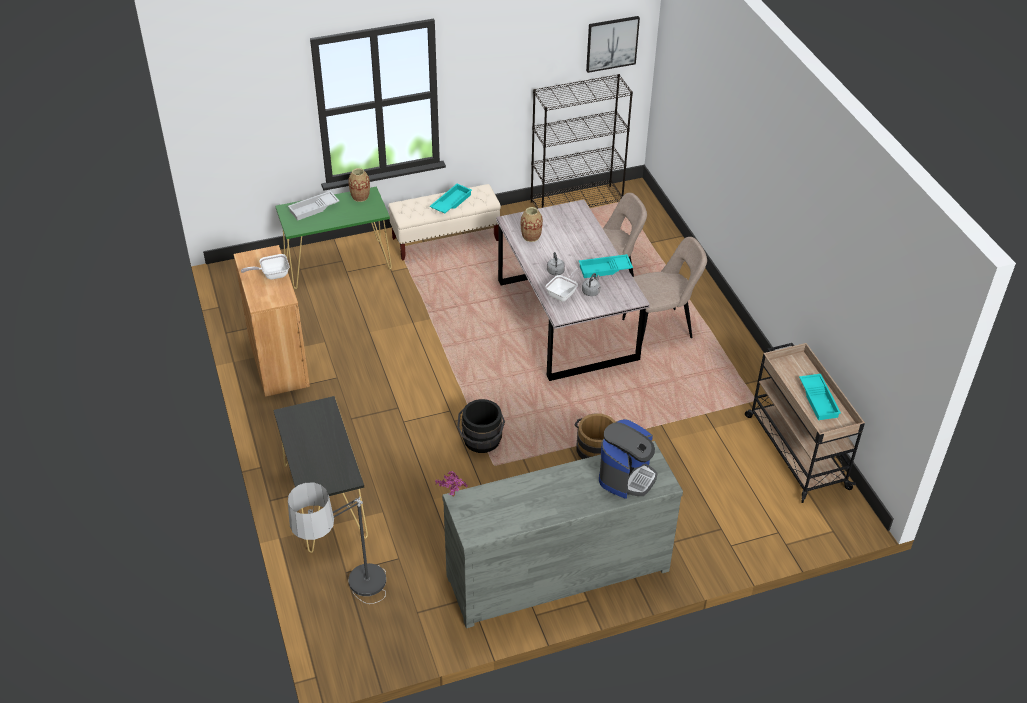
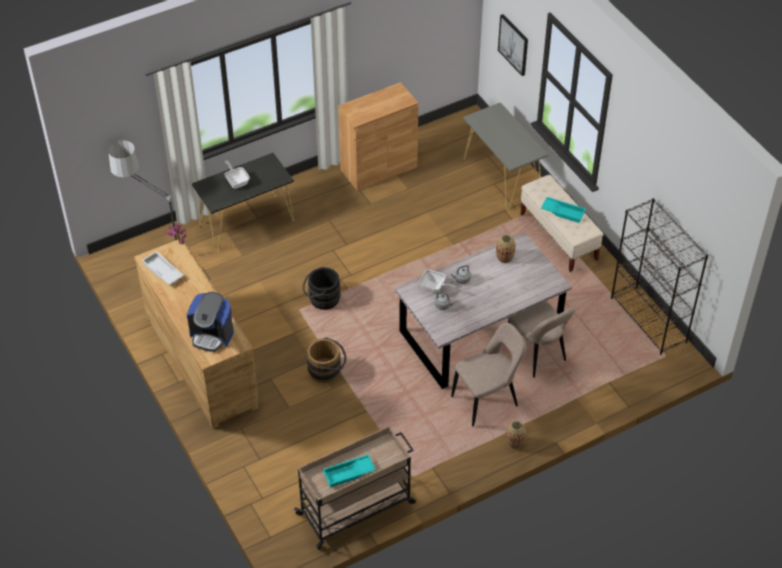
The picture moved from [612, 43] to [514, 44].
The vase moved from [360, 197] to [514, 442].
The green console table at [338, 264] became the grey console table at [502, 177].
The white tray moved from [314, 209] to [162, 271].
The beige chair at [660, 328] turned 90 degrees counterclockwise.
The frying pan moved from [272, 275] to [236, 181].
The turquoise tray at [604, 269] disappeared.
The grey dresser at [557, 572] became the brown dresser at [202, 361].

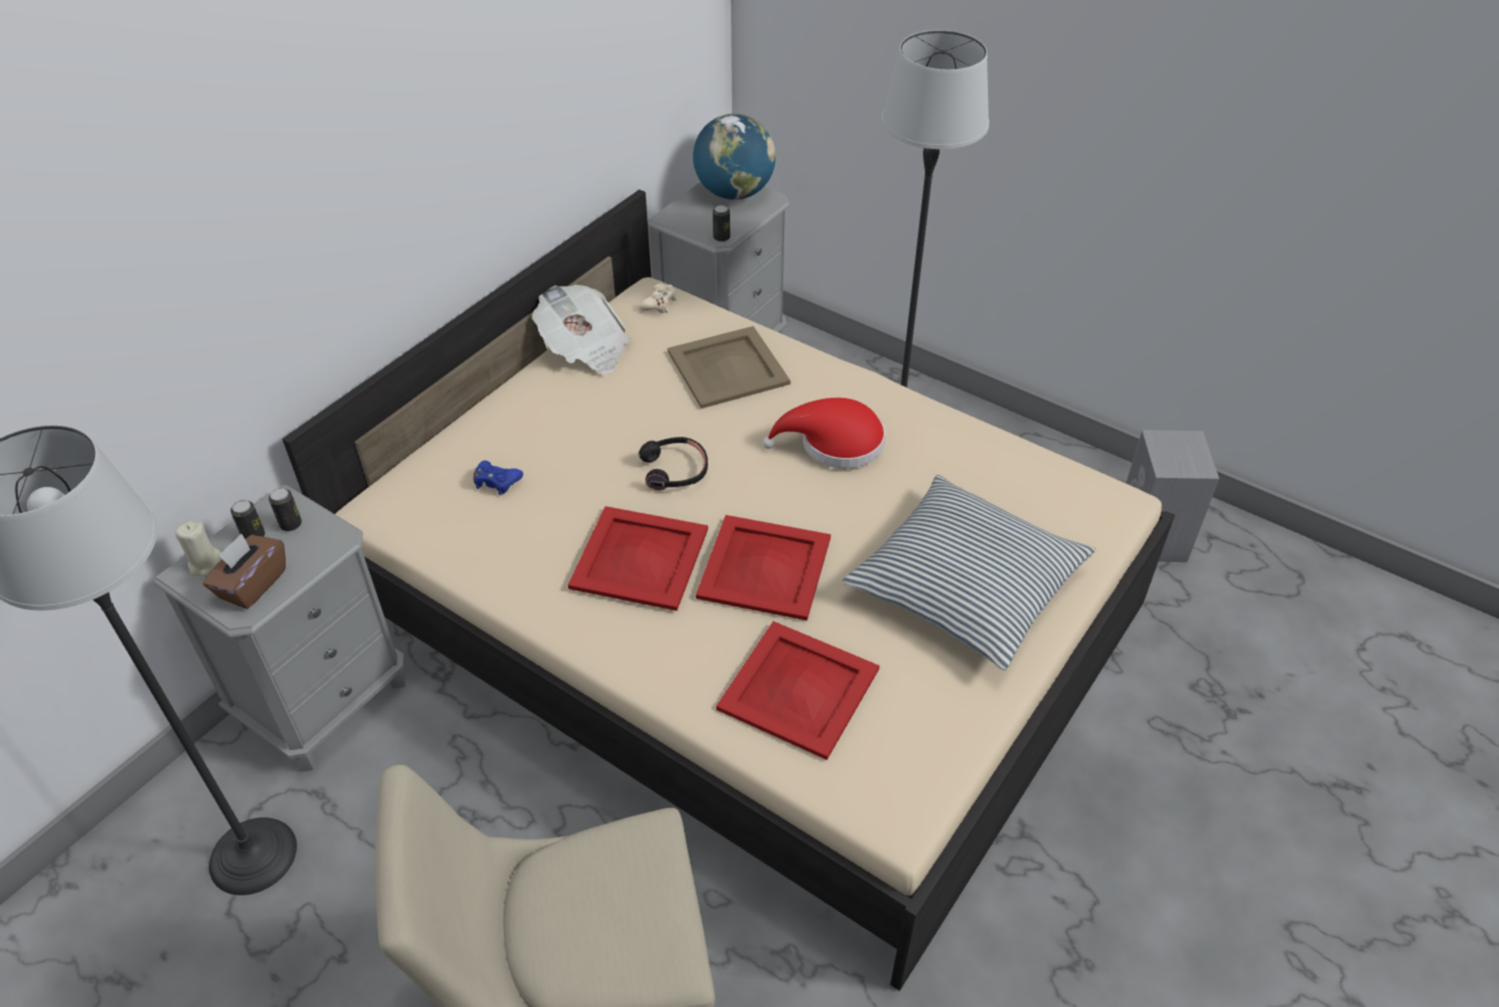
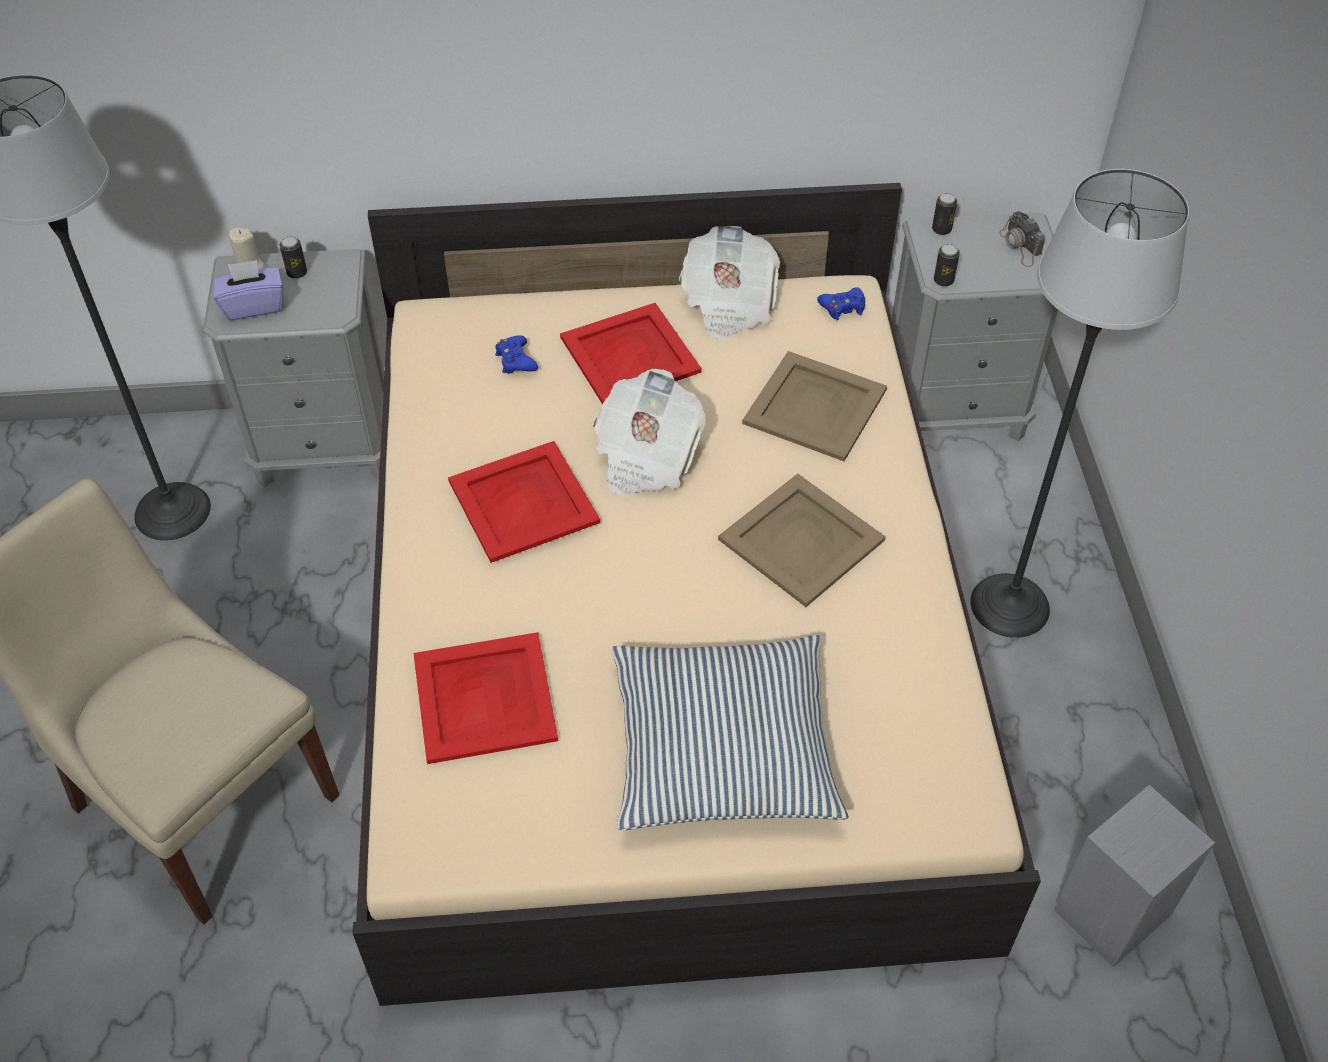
The globe at [734, 193] was replaced by the photo camera at [1020, 246].
The beige game controller at [659, 303] became the blue game controller at [843, 308].
The red hat at [834, 443] was replaced by the beige tray at [801, 541].
The black headphones at [675, 470] was replaced by the newspaper at [646, 456].
The can moved from [291, 524] to [941, 229].
The red tray moved from [765, 568] to [629, 355].
The brown tissue box at [252, 584] became the purple tissue box at [253, 306].

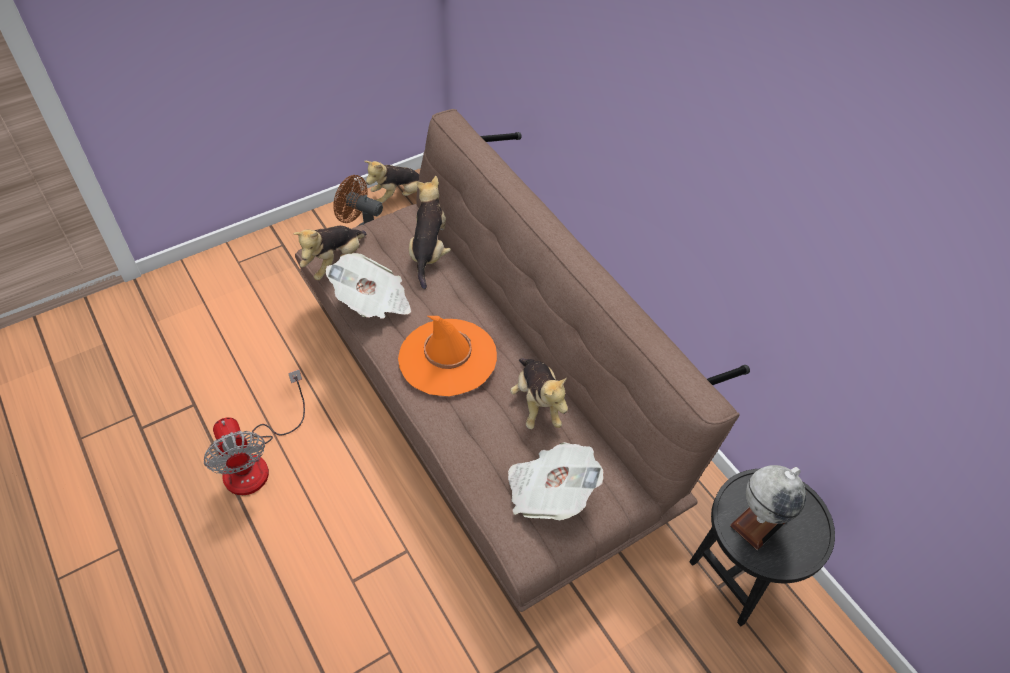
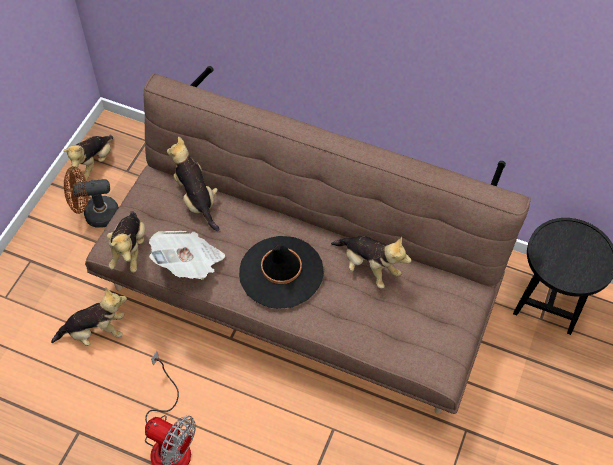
The orange hat at [447, 357] became the black hat at [281, 272].
The newspaper at [549, 492] disappeared.
The globe at [759, 522] disappeared.
The plush toy at [95, 332] appeared.

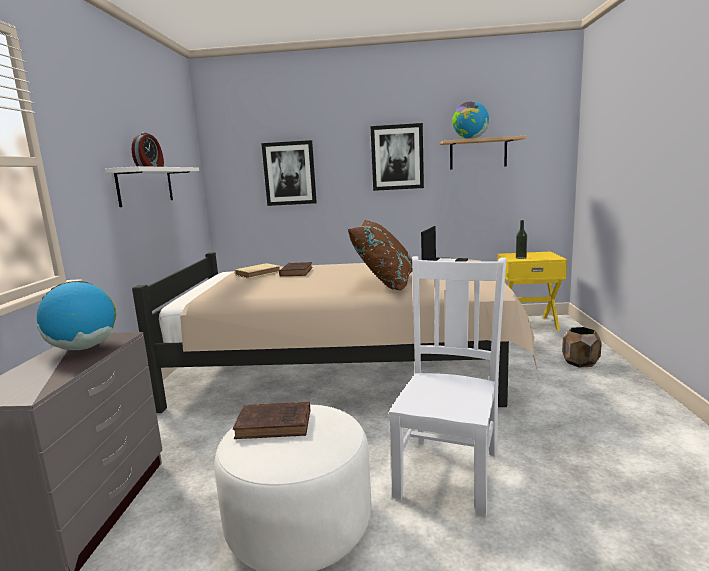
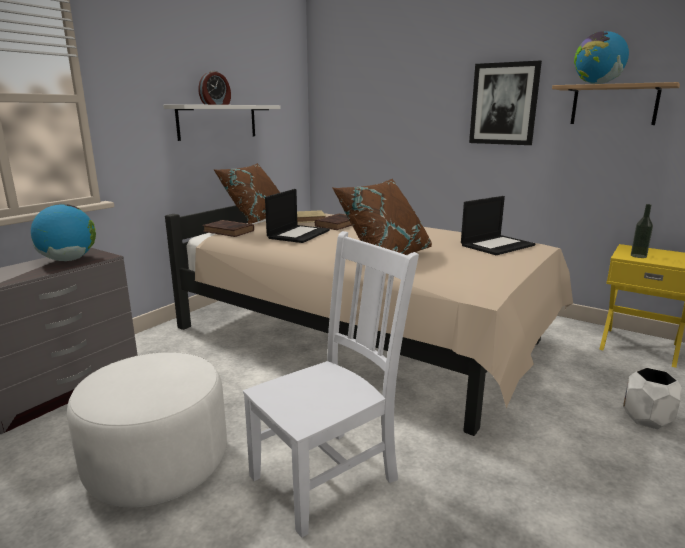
The picture at [289, 173] disappeared.
The brown planter at [580, 363] became the white planter at [646, 419].
The brown book moved from [276, 424] to [230, 231].
The brown pillow at [256, 219] appeared.
The laptop at [298, 234] appeared.

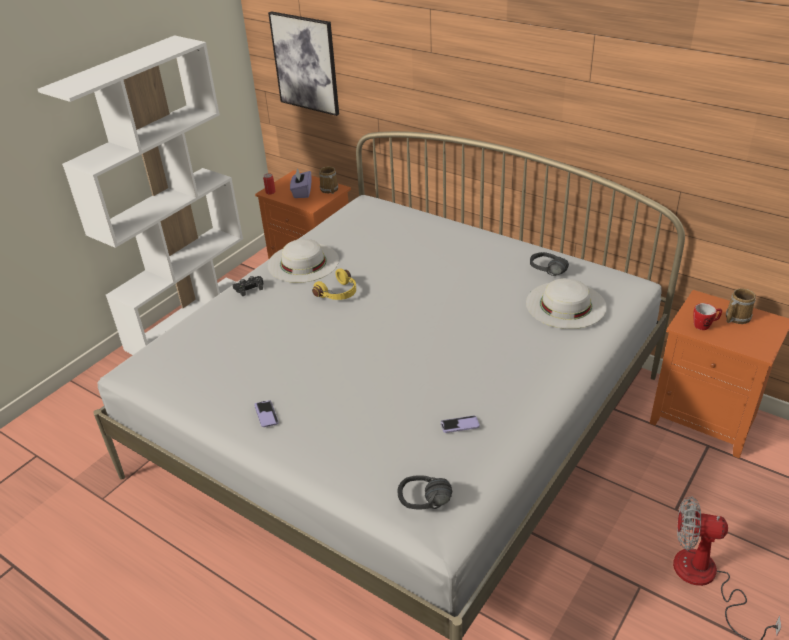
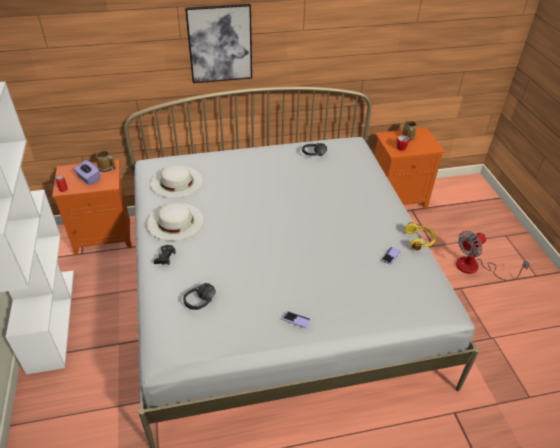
The picture moved from [305, 63] to [220, 44].
The yellow headphones moved from [339, 293] to [419, 240].
The white hat moved from [565, 304] to [176, 181].
The black headphones moved from [425, 506] to [204, 303].

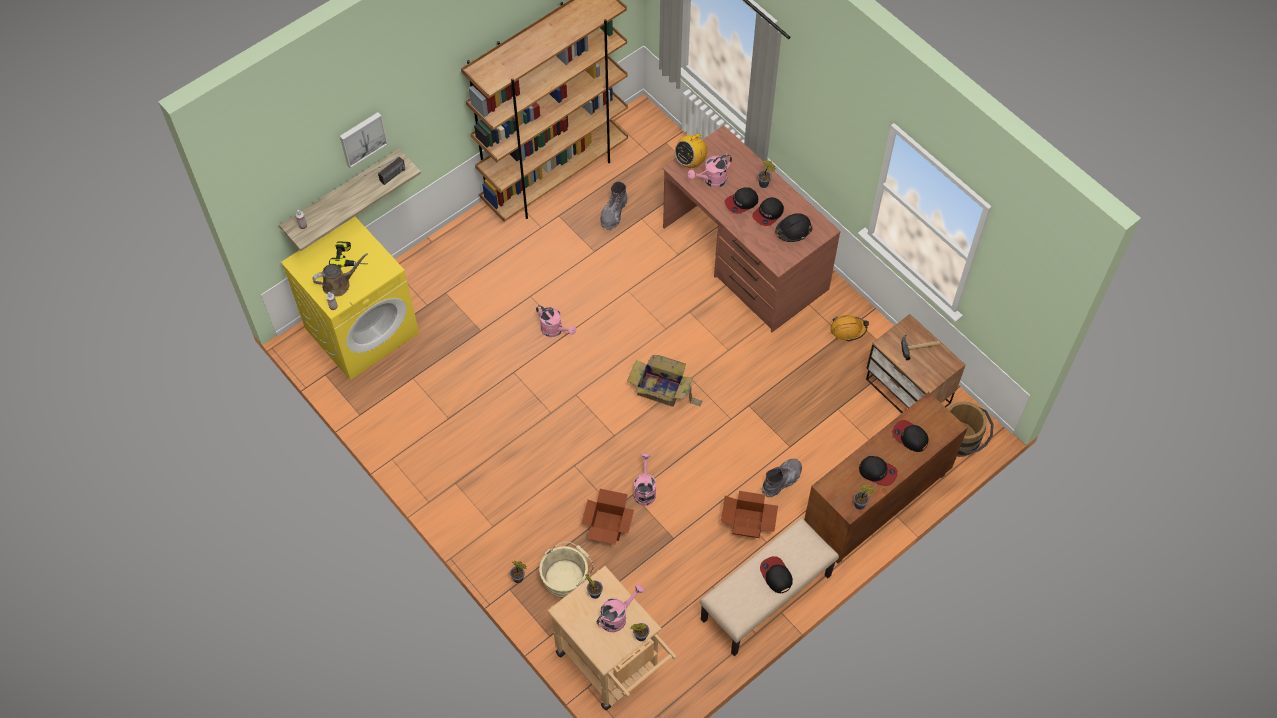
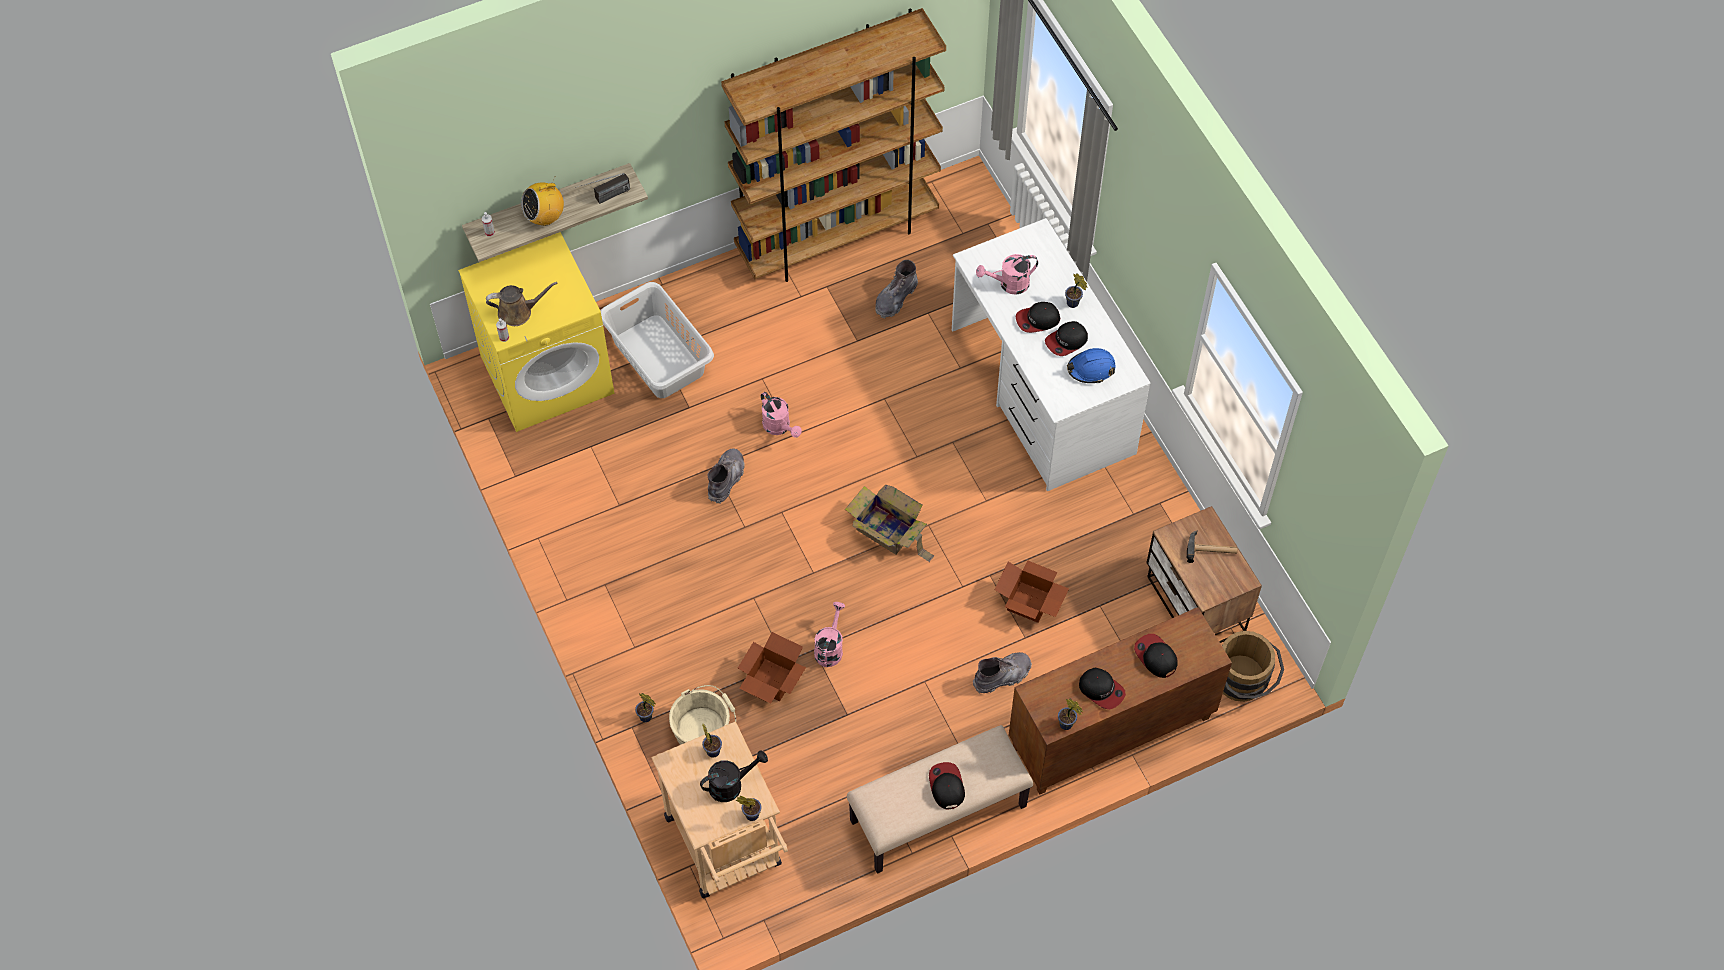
The picture at [362, 138] disappeared.
The brown desk at [744, 258] became the white desk at [1041, 391].
The radio moved from [690, 161] to [545, 217].
The black hard hat at [793, 230] became the blue hard hat at [1091, 369].
The power drill at [350, 257] disappeared.
The orange hard hat at [848, 329] disappeared.
The cardboard box moved from [748, 524] to [1030, 603].
The pink watering can at [617, 616] became the black watering can at [731, 784].
The grey laundry basket at [658, 357] appeared.
The grey boot at [726, 478] appeared.

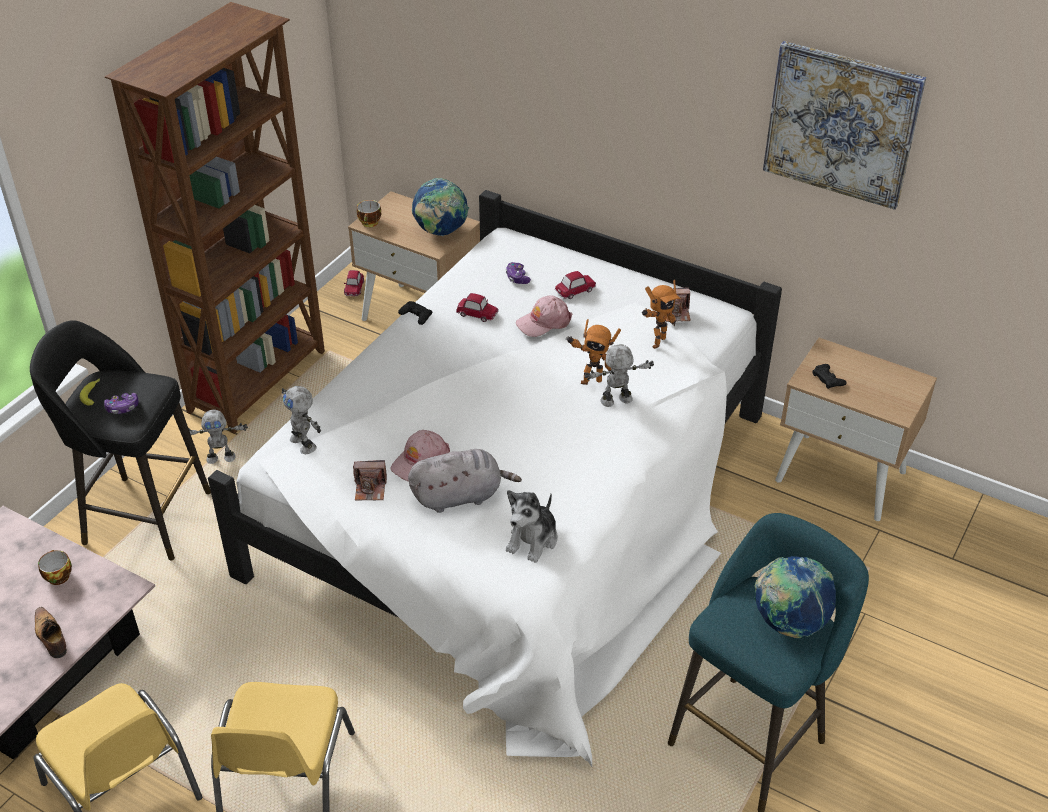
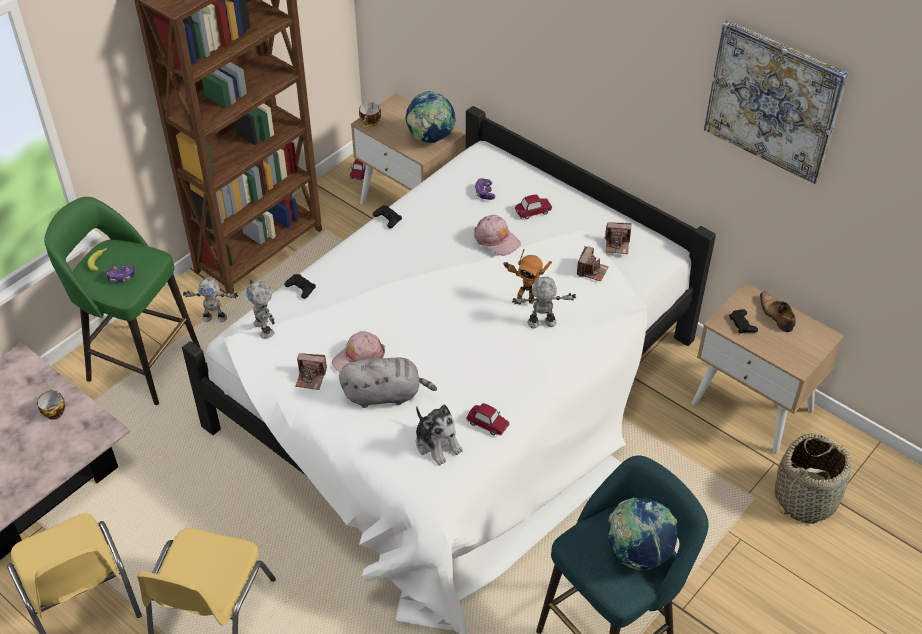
The toy robot at [656, 342] was replaced by the photo camera at [591, 270].
The toy car moved from [477, 313] to [487, 423].
The pink cap at [544, 322] turned 120 degrees counterclockwise.
The black stool at [143, 517] became the green stool at [141, 363].
The plush toy at [533, 540] turned 75 degrees counterclockwise.
The shoe moved from [51, 637] to [776, 315].
The black game controller at [300, 288] appeared.
The basket at [806, 497] appeared.

